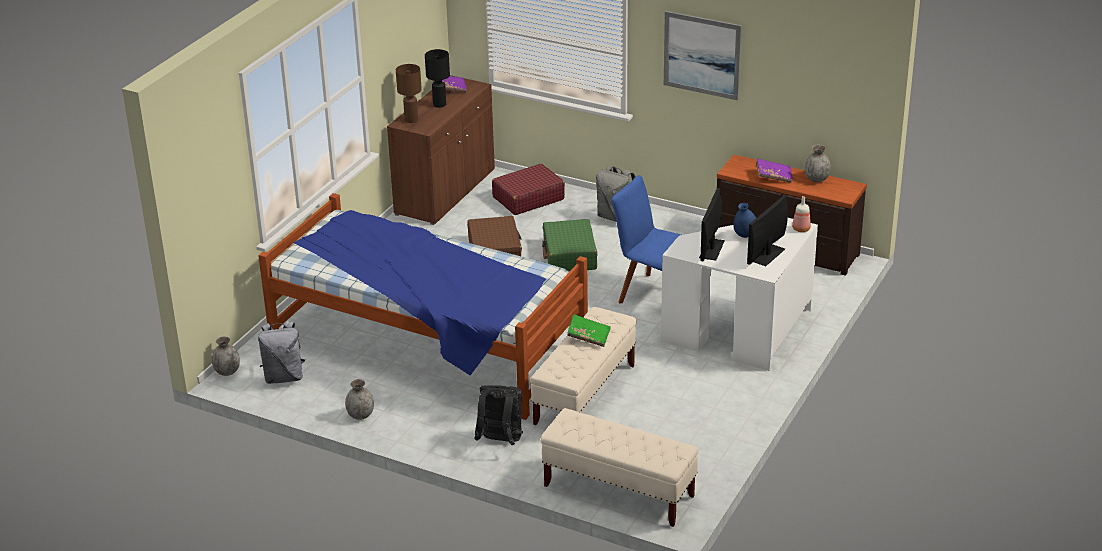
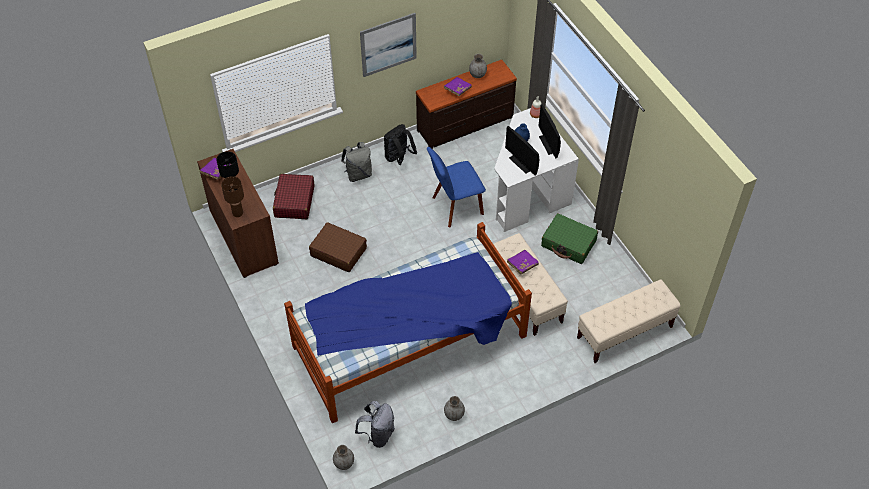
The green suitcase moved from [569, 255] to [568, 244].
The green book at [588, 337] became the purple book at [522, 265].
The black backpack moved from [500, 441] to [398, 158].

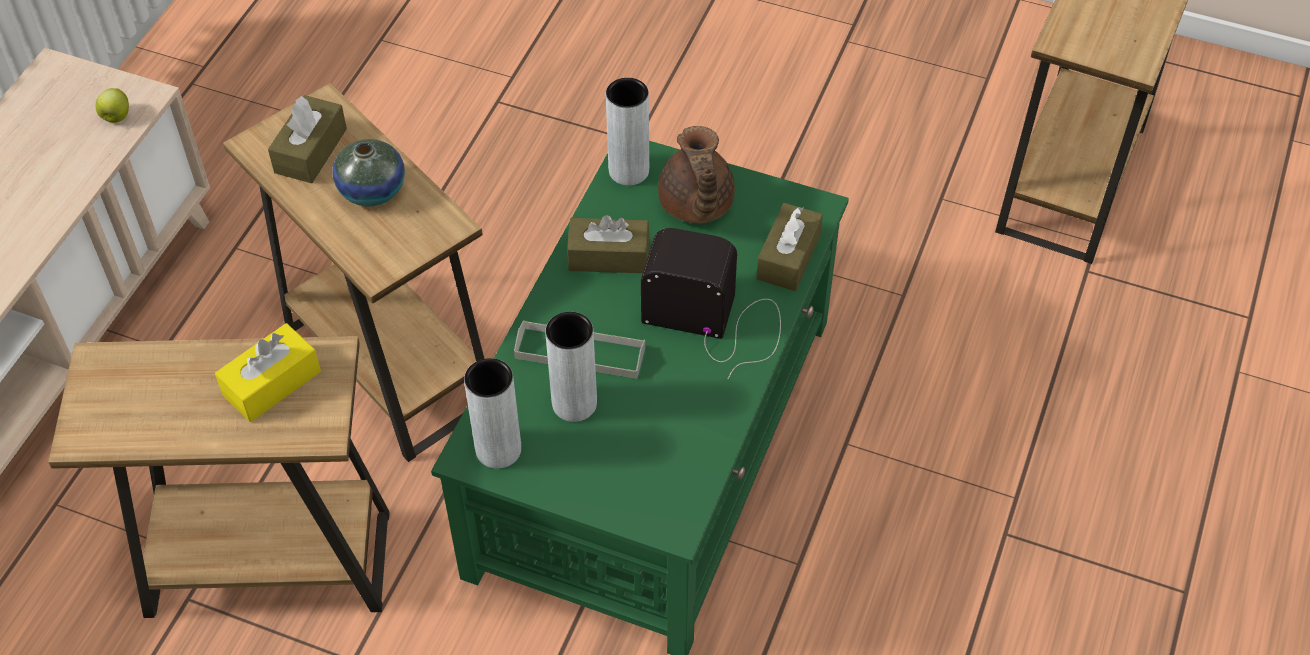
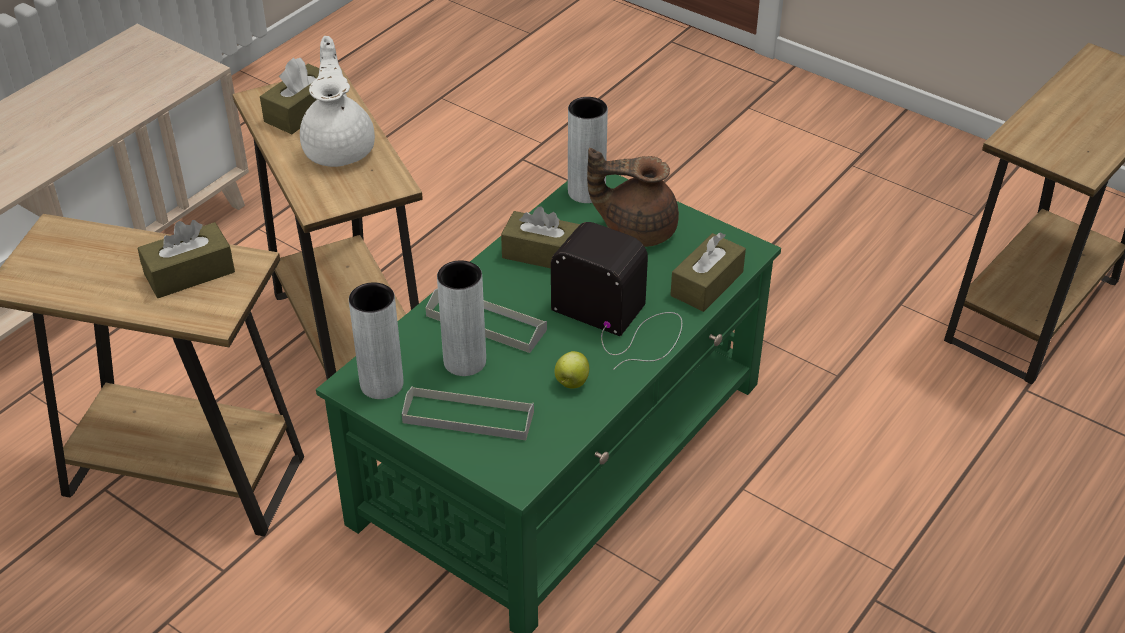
The apple moved from [116, 117] to [571, 382].
The brown teapot at [695, 205] turned 90 degrees clockwise.
The vase at [372, 190] was replaced by the white teapot at [340, 148].
The yellow tissue box at [272, 383] became the brown tissue box at [189, 273].
The grey tray at [468, 417] appeared.

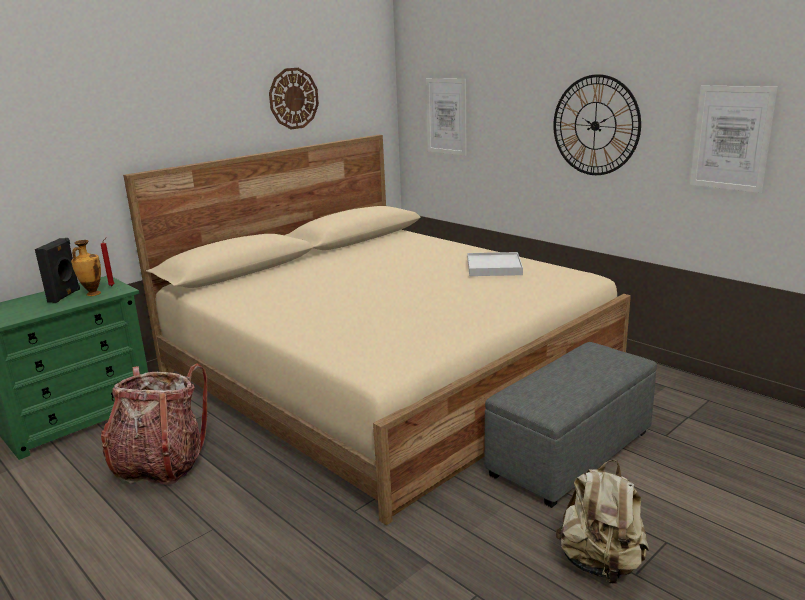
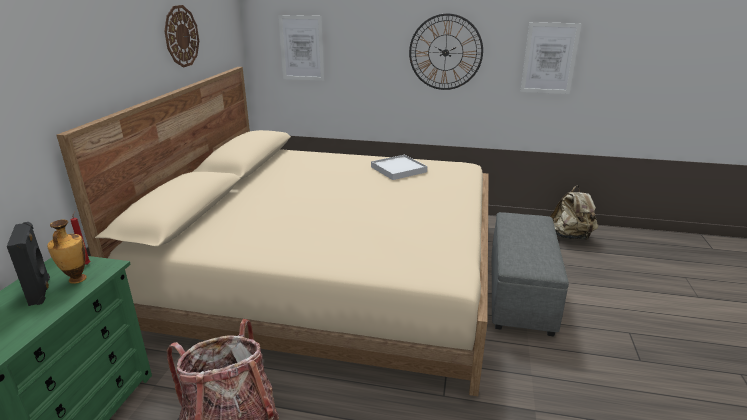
The beige backpack moved from [600, 563] to [570, 236].

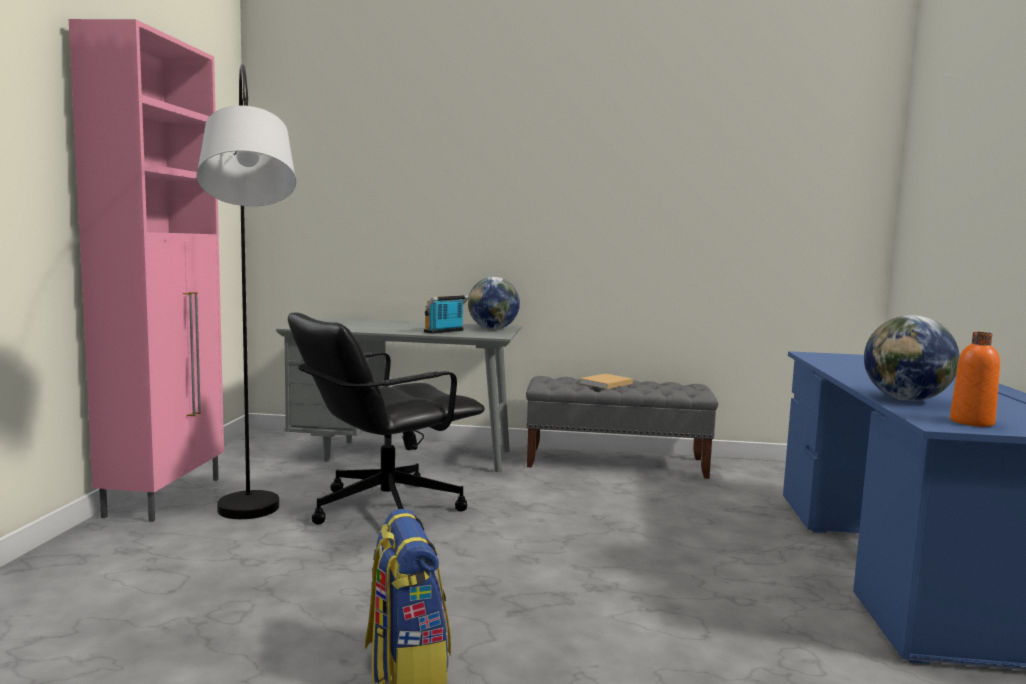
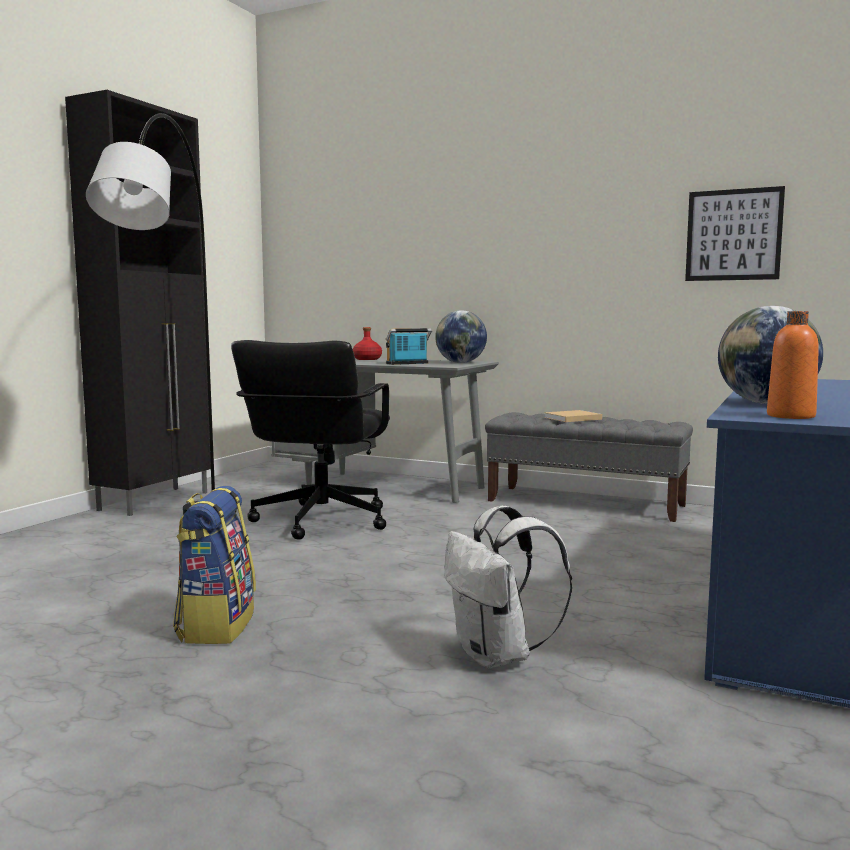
The pink cabinet at [166, 496] became the black cabinet at [156, 501].
The black office chair at [384, 508] turned 60 degrees counterclockwise.
The picture at [733, 235] appeared.
The red bottle at [367, 359] appeared.
The white backpack at [498, 656] appeared.

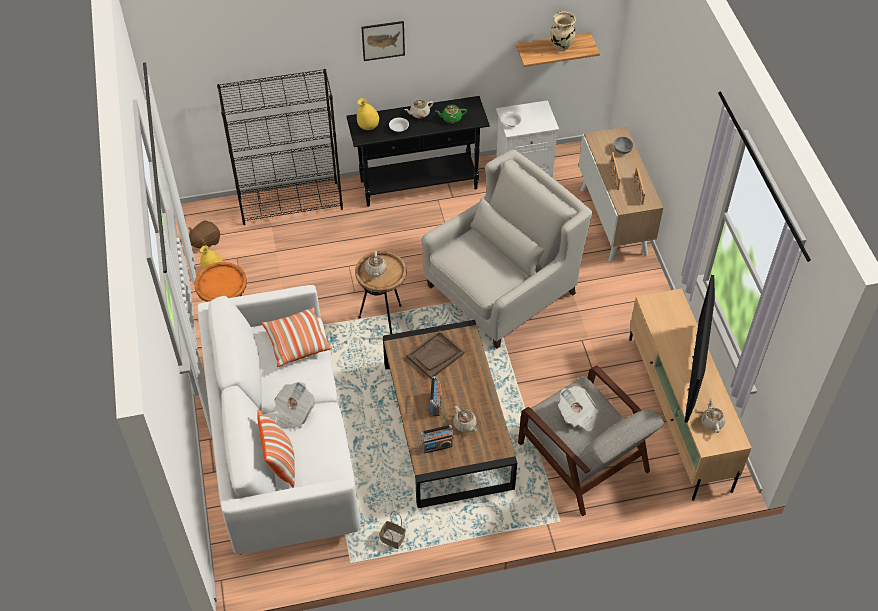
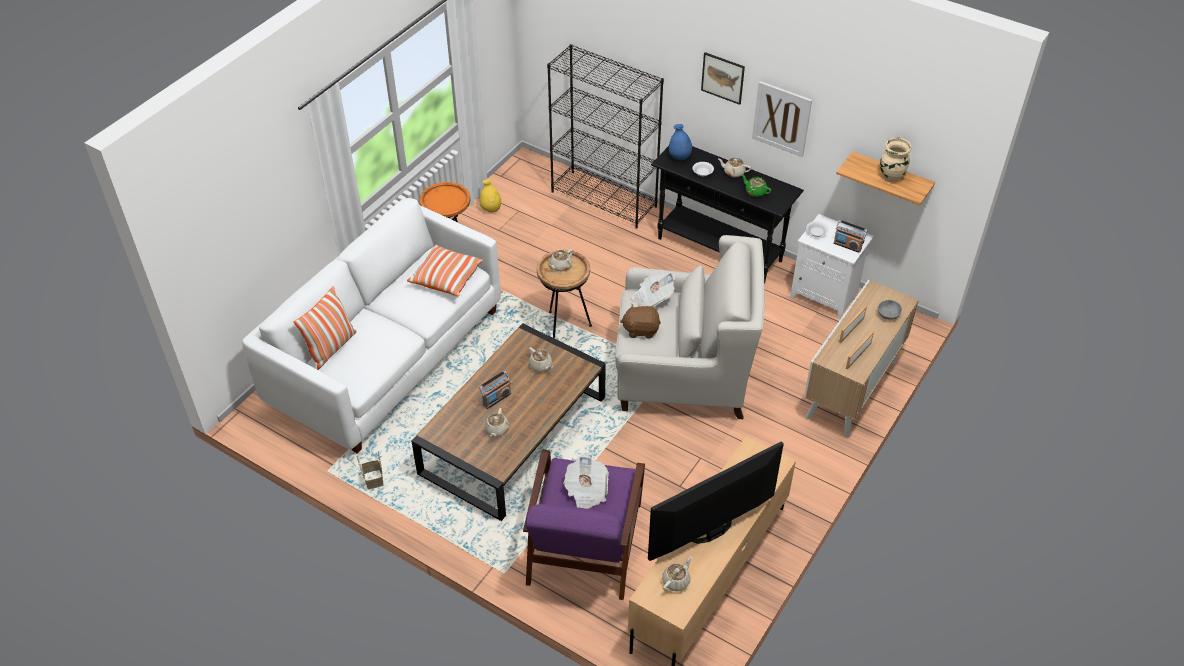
The yellow vase at [368, 127] became the blue vase at [679, 157].
The brown plush toy moved from [205, 242] to [641, 329].
The brown tray at [435, 355] was replaced by the beige teapot at [541, 365].
The grey armchair at [584, 459] became the purple armchair at [583, 546].
The newspaper moved from [293, 413] to [652, 297].
The radio moved from [437, 446] to [847, 245].
The picture at [781, 118] appeared.

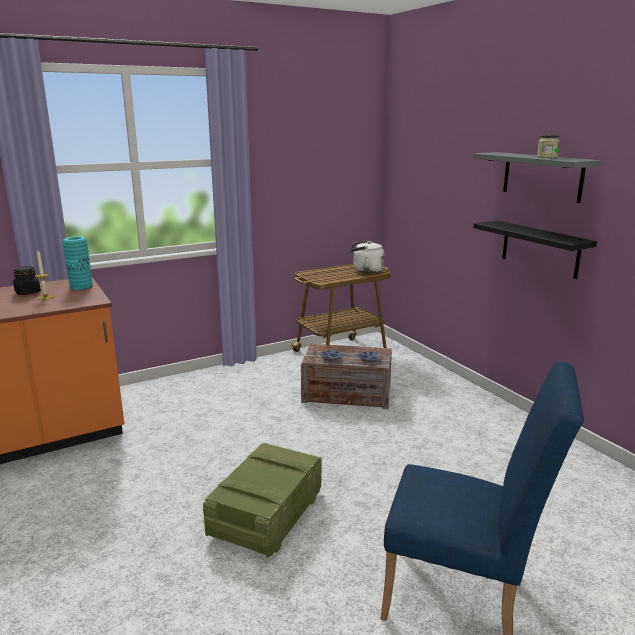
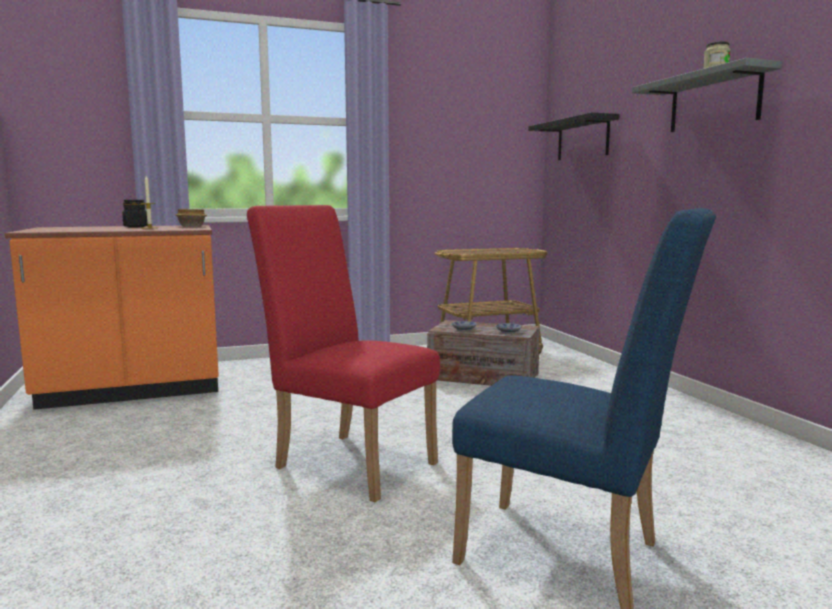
The black shelf moved from [540, 249] to [583, 139].
The turquoise vase at [81, 287] was replaced by the bowl at [191, 226].
The white kettle at [365, 270] disappeared.
The crate at [267, 514] was replaced by the red chair at [348, 461].

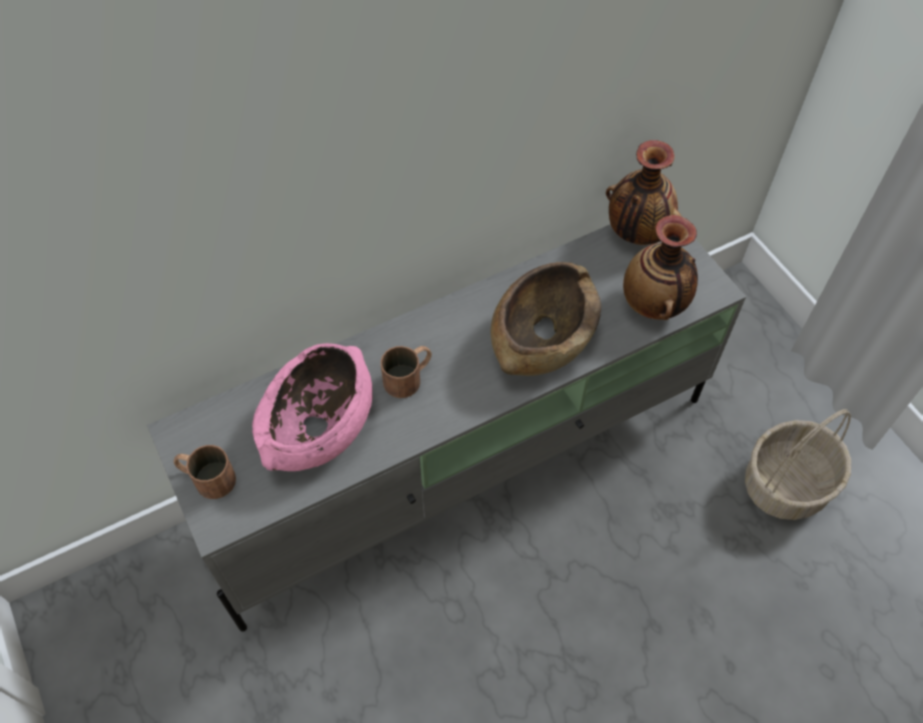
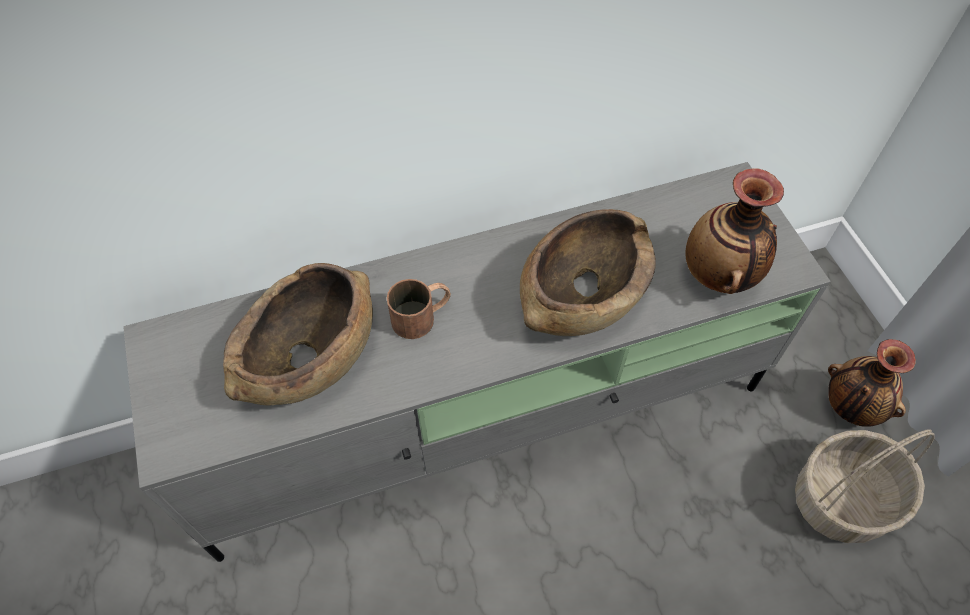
The vase moved from [636, 233] to [850, 407].
The pink bowl at [319, 426] became the brown bowl at [309, 356].
The brown mug at [206, 478] disappeared.

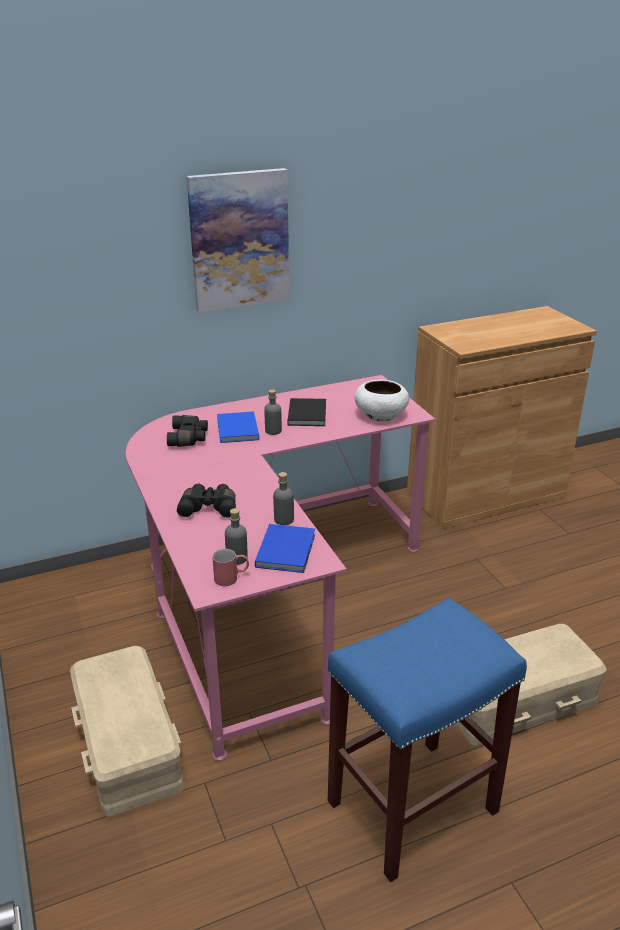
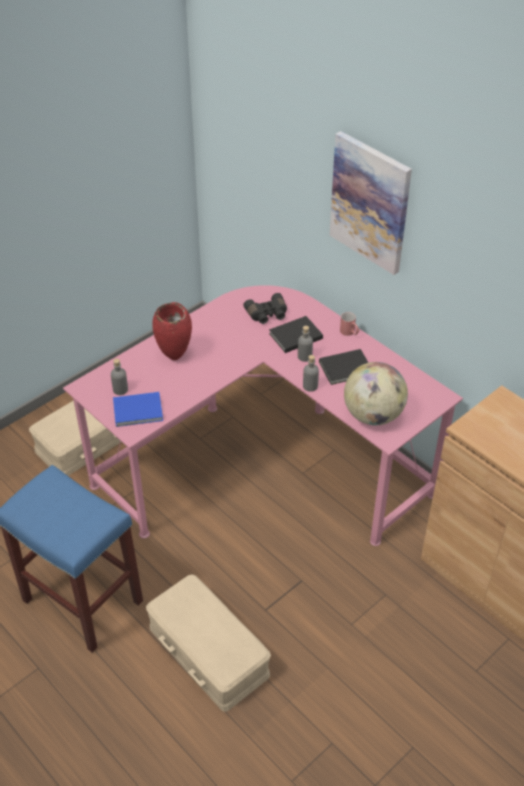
The white bowl at [380, 415] was replaced by the globe at [373, 415].
The blue book at [237, 430] became the black book at [294, 336].
The grey bottle moved from [284, 519] to [310, 386].
The black binoculars at [209, 507] was replaced by the red vase at [175, 357].
The red mug moved from [231, 578] to [349, 333].

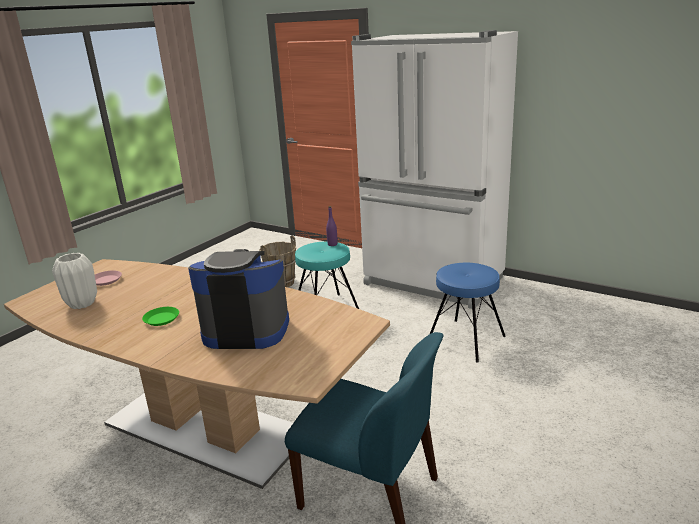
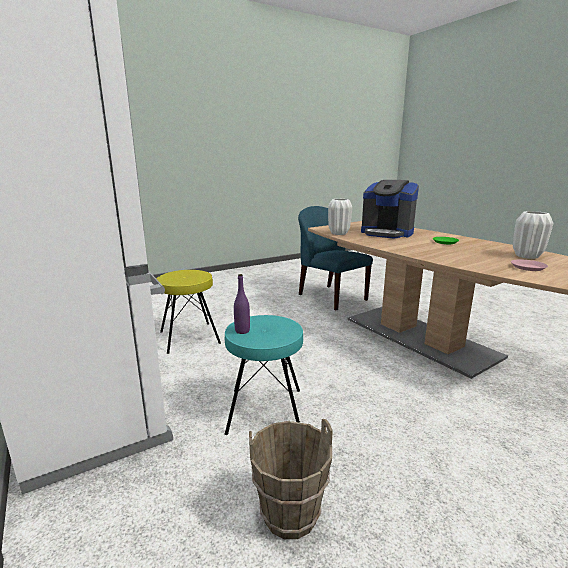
The blue stool at [465, 339] became the yellow stool at [189, 337].
The white vase at [339, 233] appeared.

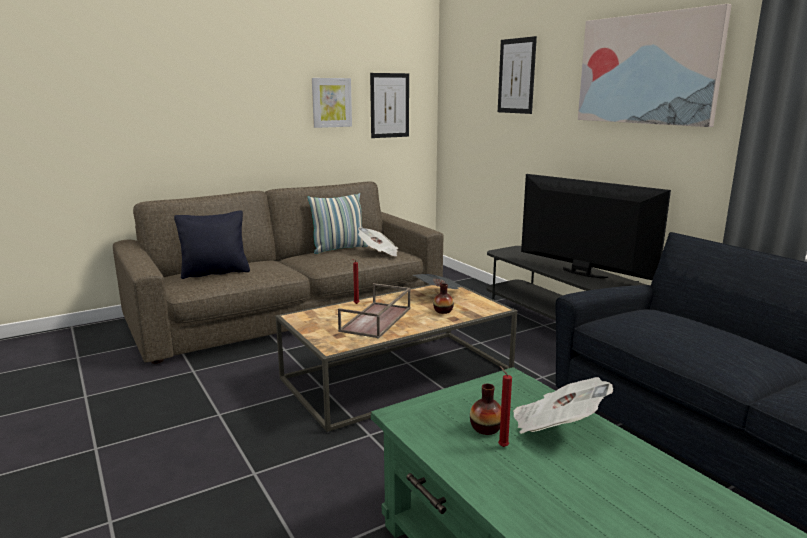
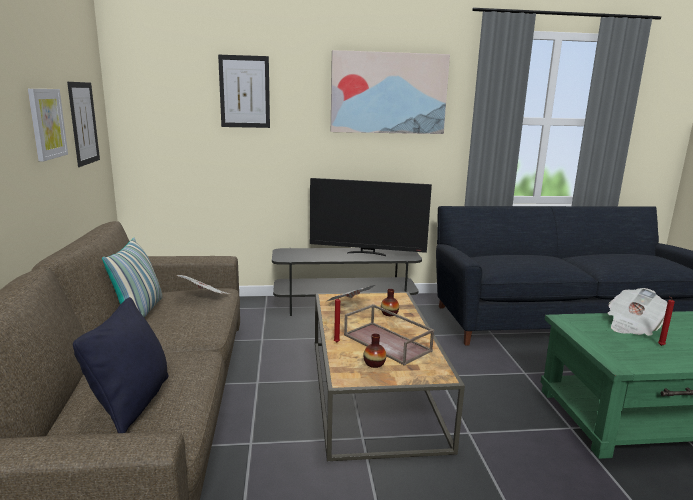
The television at [582, 273] turned 150 degrees counterclockwise.
The vase moved from [486, 428] to [374, 363].

